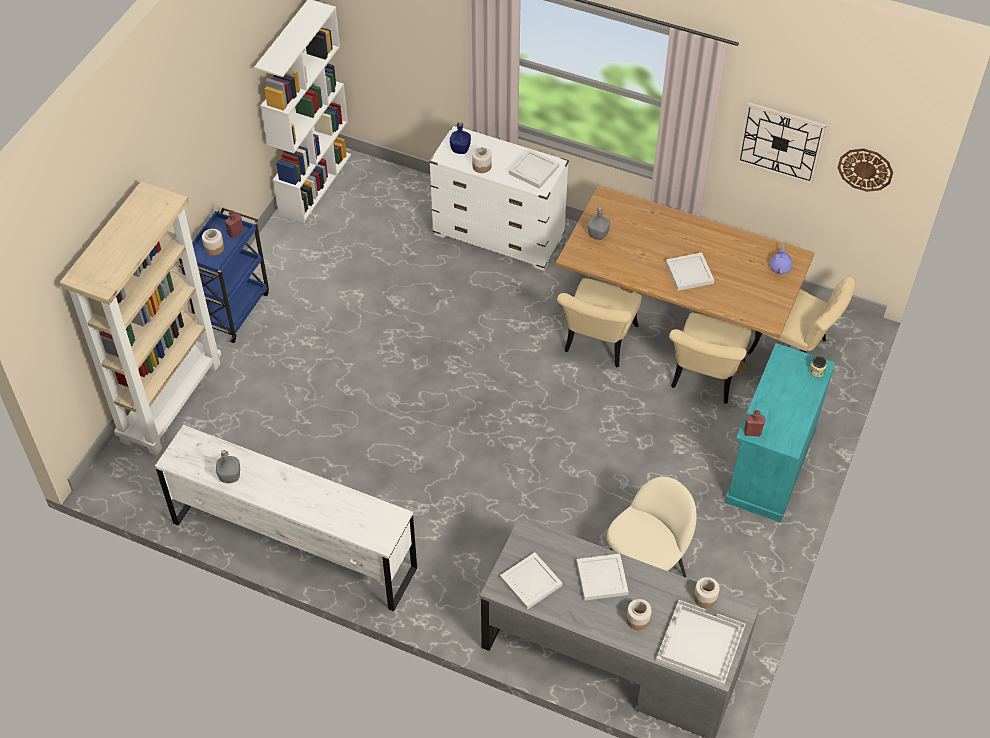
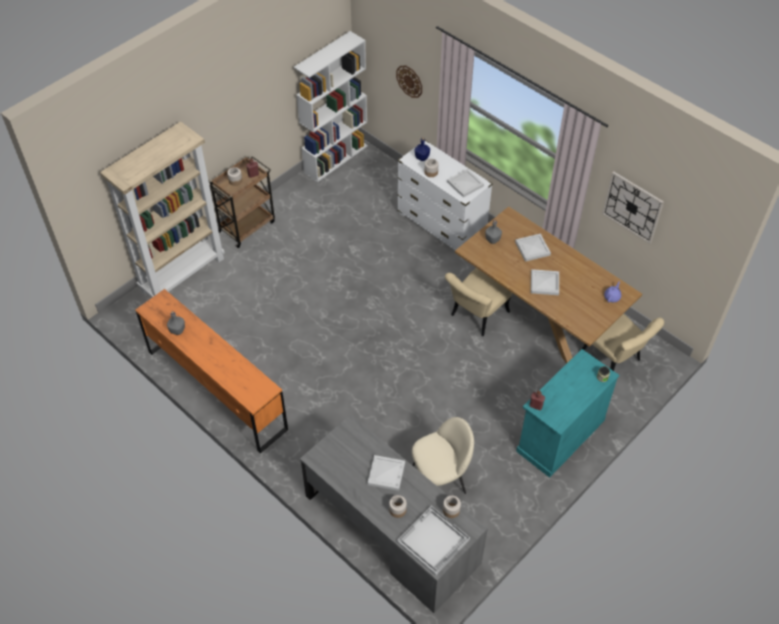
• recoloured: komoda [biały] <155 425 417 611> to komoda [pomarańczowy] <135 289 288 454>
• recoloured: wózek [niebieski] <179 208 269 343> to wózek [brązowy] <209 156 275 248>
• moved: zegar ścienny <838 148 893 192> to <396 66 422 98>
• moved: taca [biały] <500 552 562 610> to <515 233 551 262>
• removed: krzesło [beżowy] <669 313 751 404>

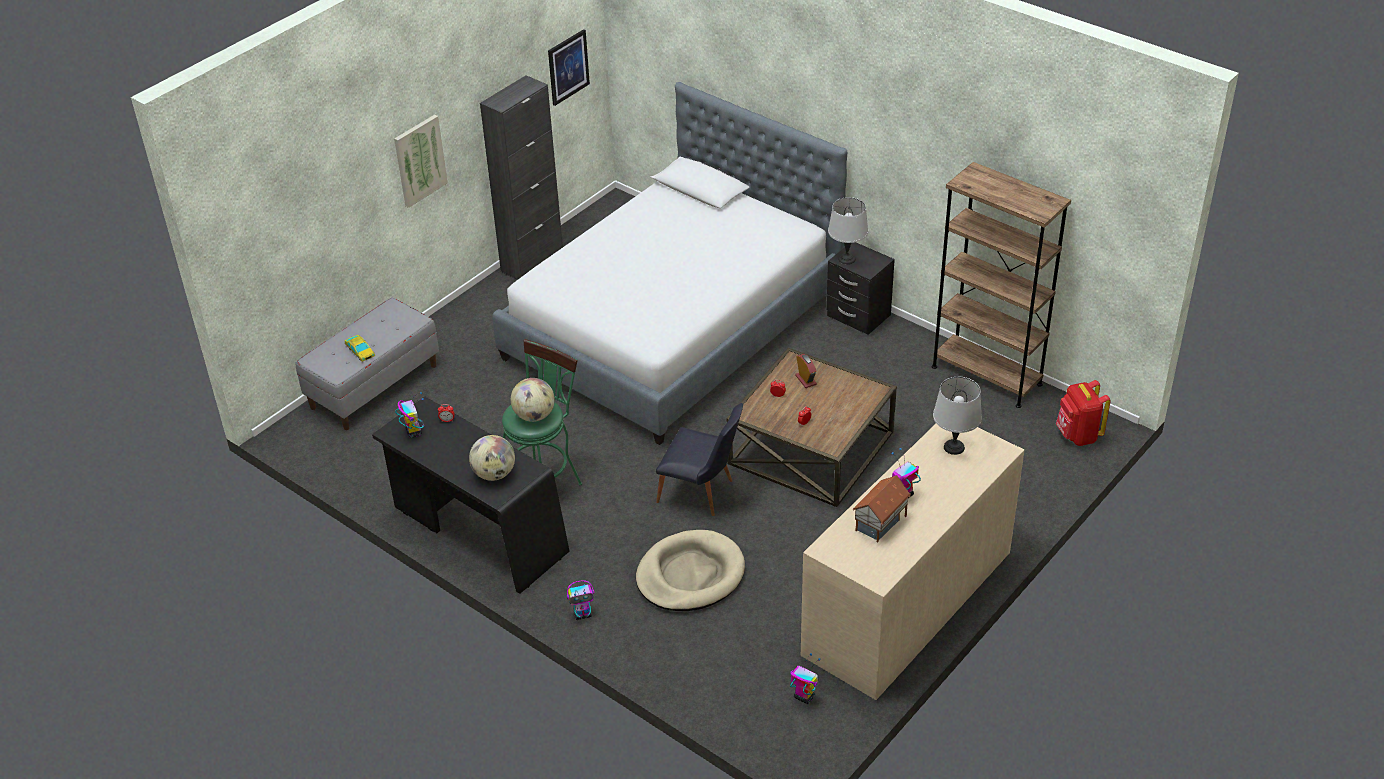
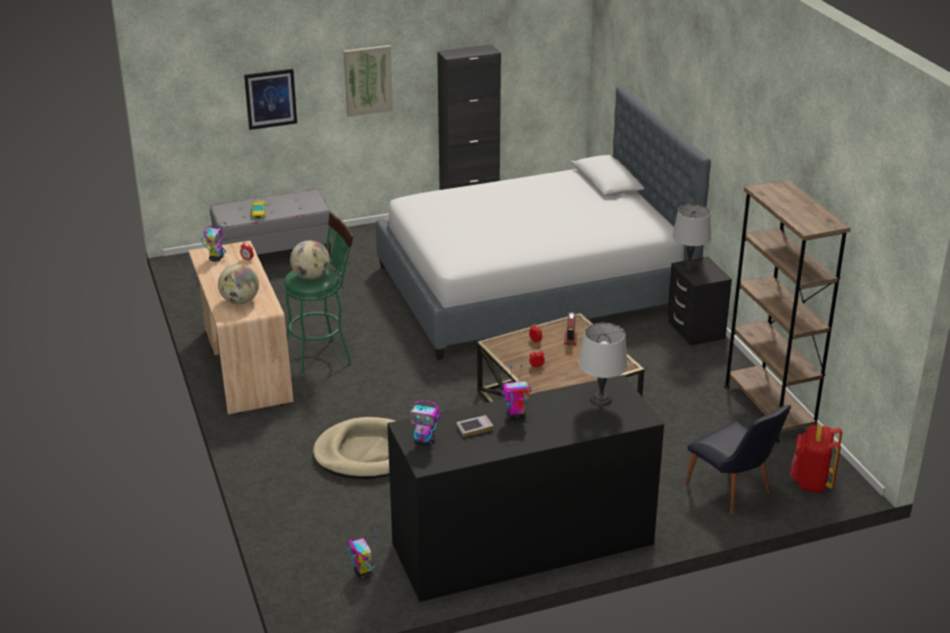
• recoloured: biurko [czarny] <372 396 570 594> to biurko [beżowy] <189 241 294 414>
• moved: obraz <548 29 590 106> to <244 69 297 130>
• recoloured: komoda [beżowy] <801 424 1024 700> to komoda [czarny] <387 375 664 602>
• moved: robot zabawkowy <567 580 594 620> to <410 400 440 446>
• replaced: domek <853 475 911 542> to książka <456 415 493 437>
• moved: krzesło [czarny] <656 403 743 516> to <685 405 791 515>

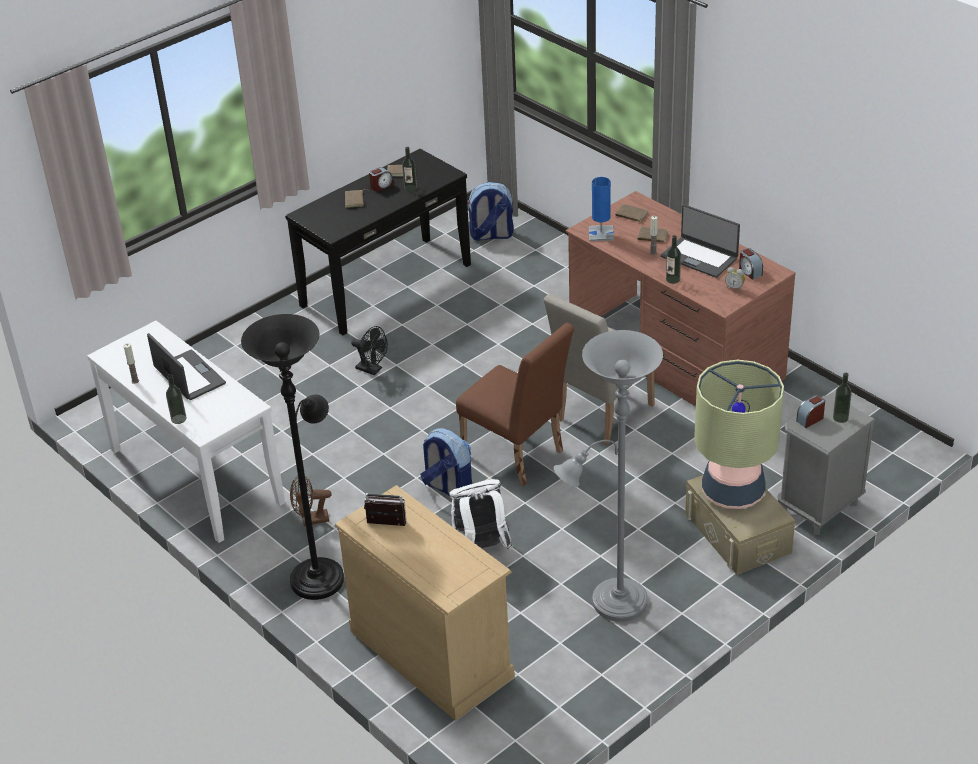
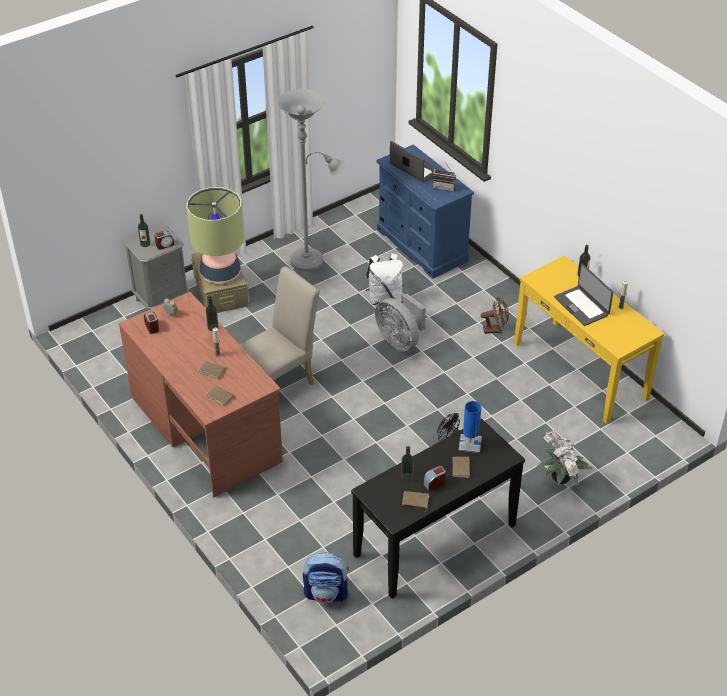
• replaced: plecak <420 428 472 496> to wentylator [szary] <375 294 426 351>
• recoloured: komoda [beżowy] <335 485 515 721> to komoda [niebieski] <376 144 474 279>
• moved: laptop <661 204 740 278> to <390 141 442 183>
• moved: lampa stołowa [niebieski] <589 177 614 241> to <458 401 482 453>
• recoloured: stolik konsolowy [biały] <87 320 285 543> to stolik konsolowy [żółty] <514 255 664 424>
• added: roślina doniczkowa <536 430 593 486>
• removed: lampa stojąca [czarny] <241 314 344 600>
• removed: krzesło [brązowy] <456 323 574 486>

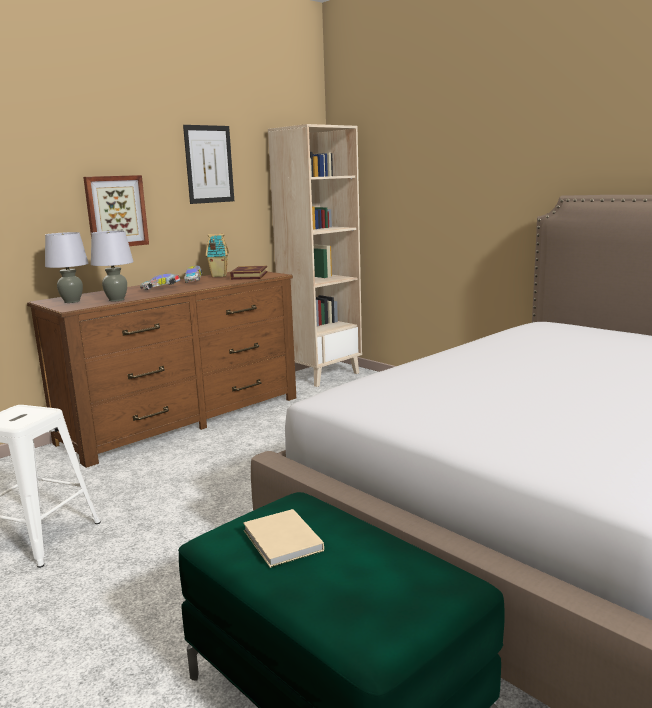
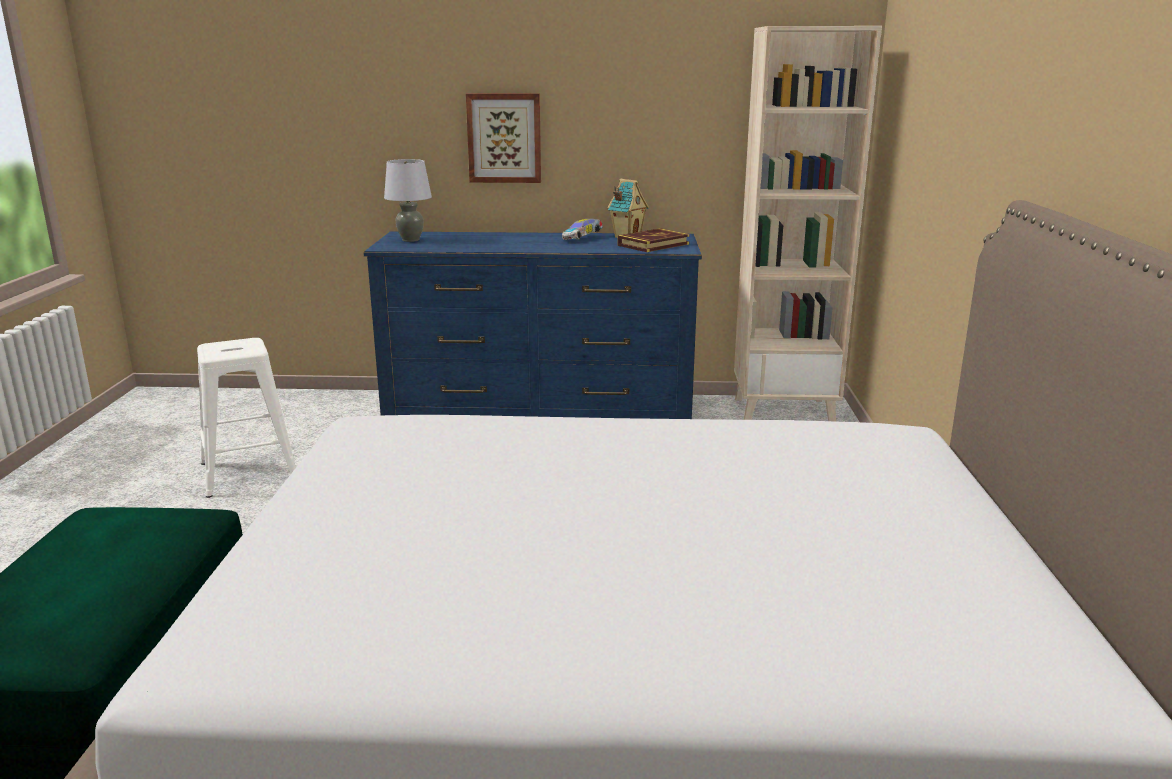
• recoloured: komoda [brązowy] <27 272 296 468> to komoda [niebieski] <363 231 702 419>
• removed: lampa stołowa [szary] <91 231 133 302>
• removed: samochodzik <140 273 180 290>
• removed: obraz <183 125 234 204>
• removed: książka [beżowy] <243 509 324 568>

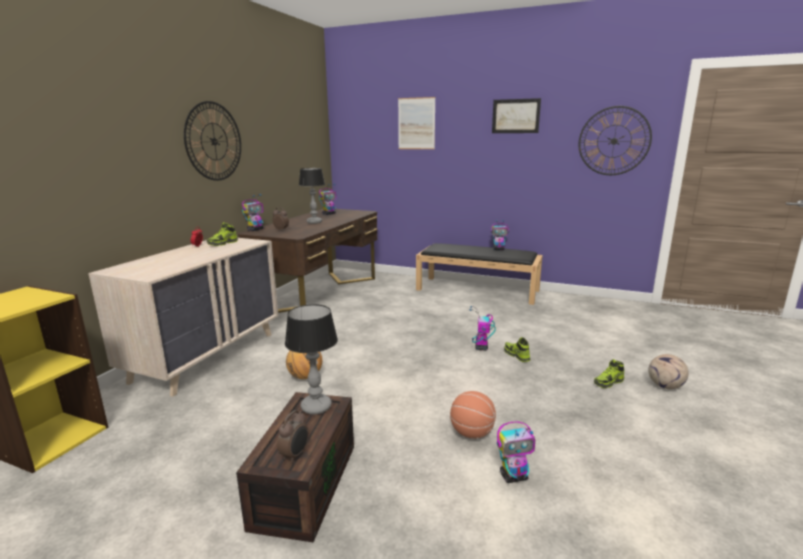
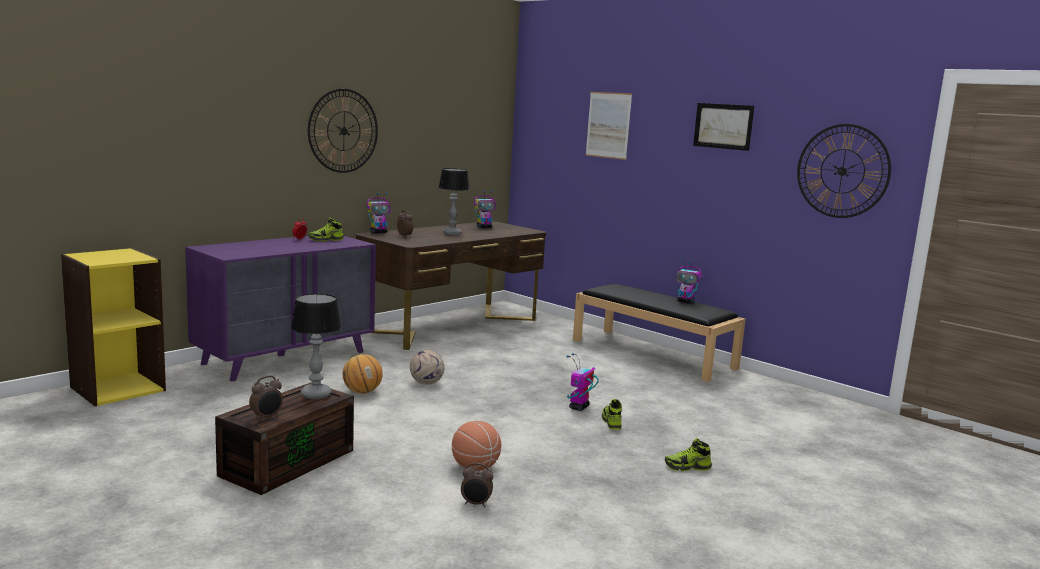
• recoloured: komoda [beżowy] <88 238 279 397> to komoda [fioletowy] <185 236 376 382>
• moved: piłka futbolowa <648 354 689 389> to <410 350 445 385>
• replaced: robot zabawkowy <497 421 535 483> to budzik <461 463 494 507>

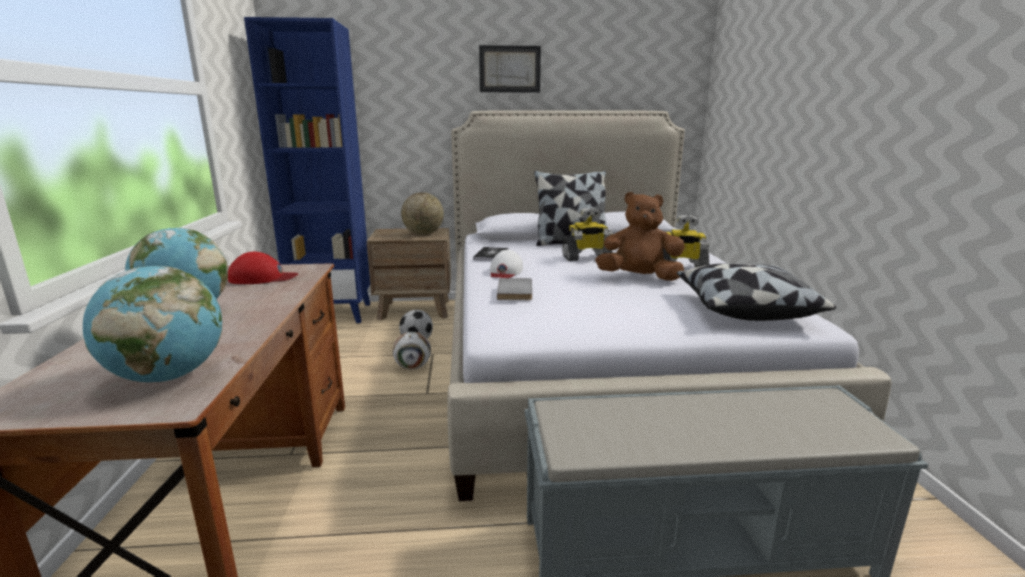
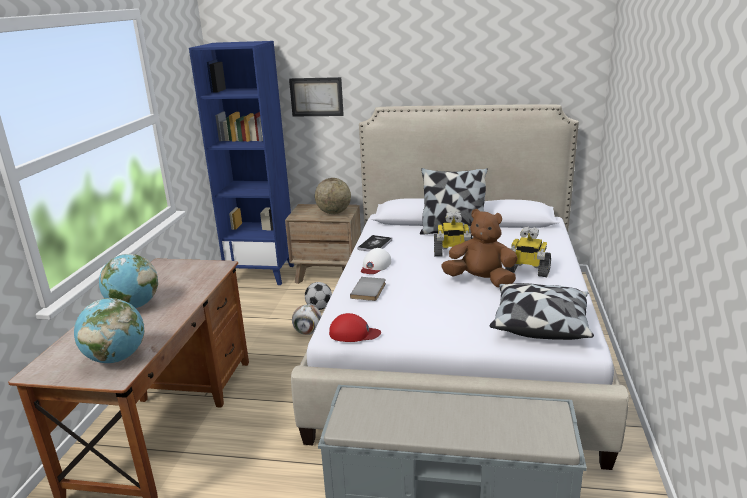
• moved: obraz <479 45 541 93> to <289 77 344 116>
• moved: czapka z daszkiem [czerwony] <228 252 299 284> to <329 313 381 342>

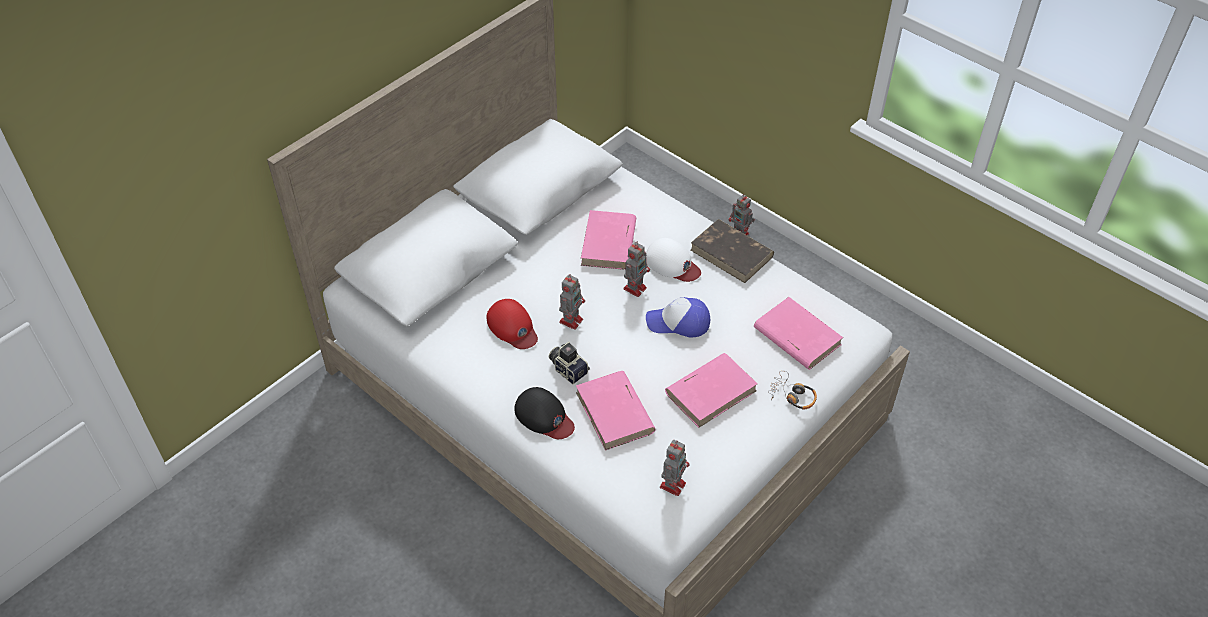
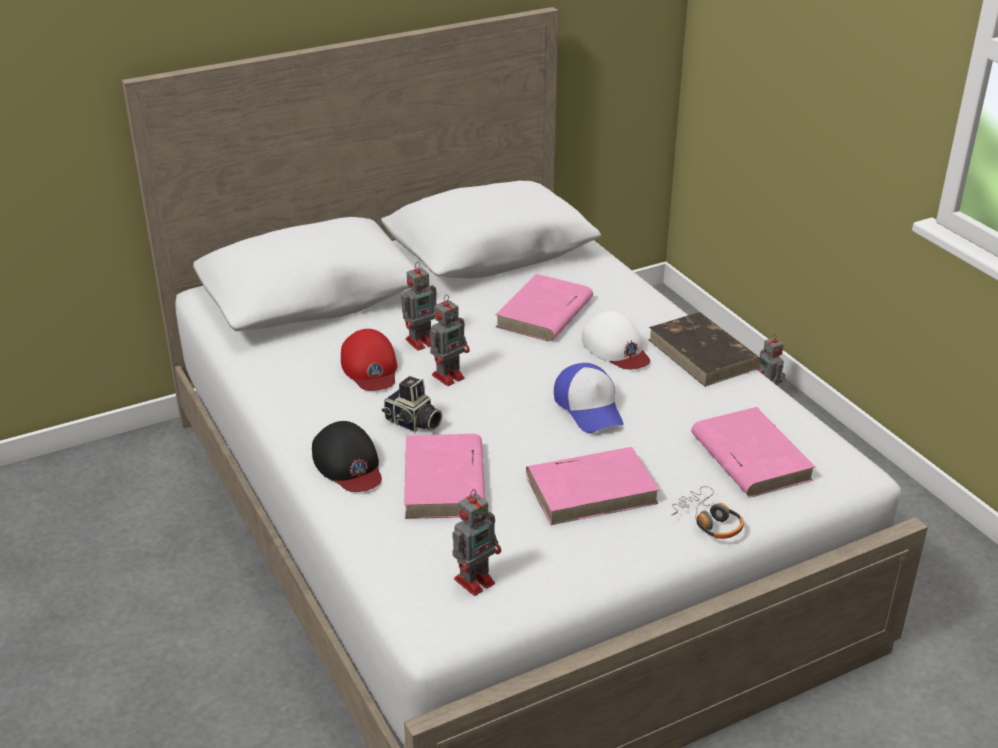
• turned: aparat fotograficzny <549 342 590 384> = <382 376 442 432> 150 degrees clockwise
• moved: robot zabawkowy <623 241 650 297> to <401 262 437 351>
• turned: czapka z daszkiem <646 297 710 337> = <554 363 624 433> 135 degrees counterclockwise

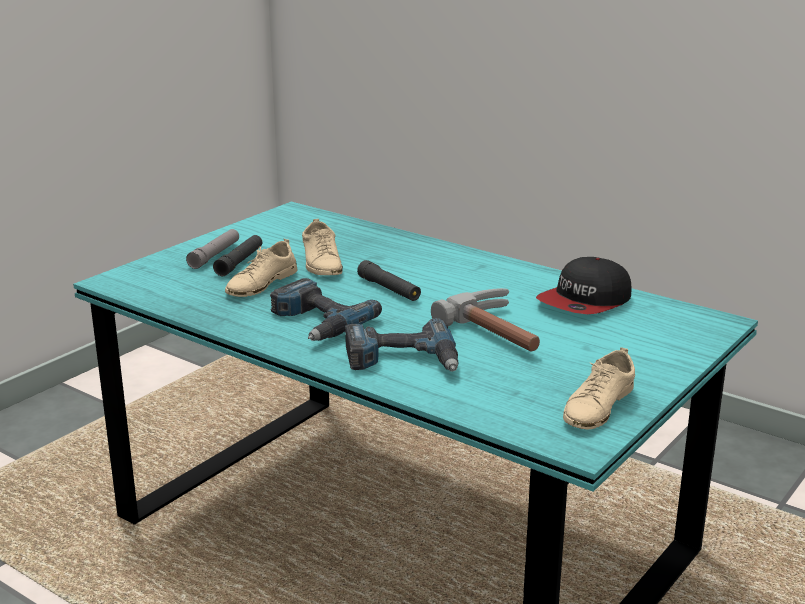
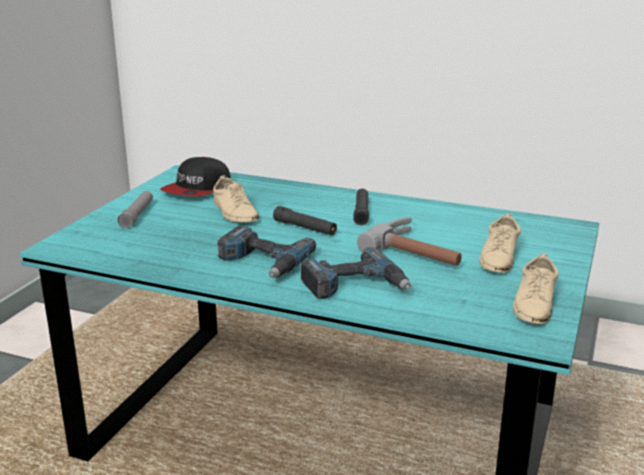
• moved: czapka z daszkiem <536 257 631 314> to <160 157 231 197>
• moved: latarka [czarny] <213 235 262 276> to <353 189 369 225>
• moved: but [beżowy] <225 239 297 297> to <479 214 521 273>

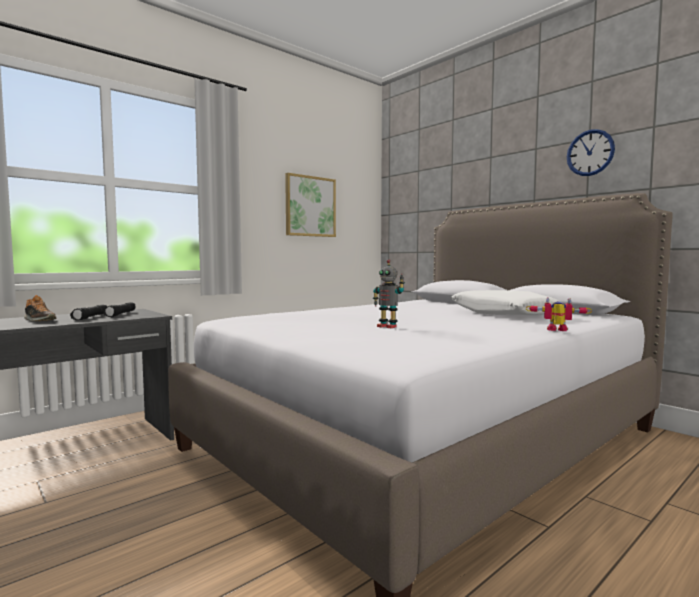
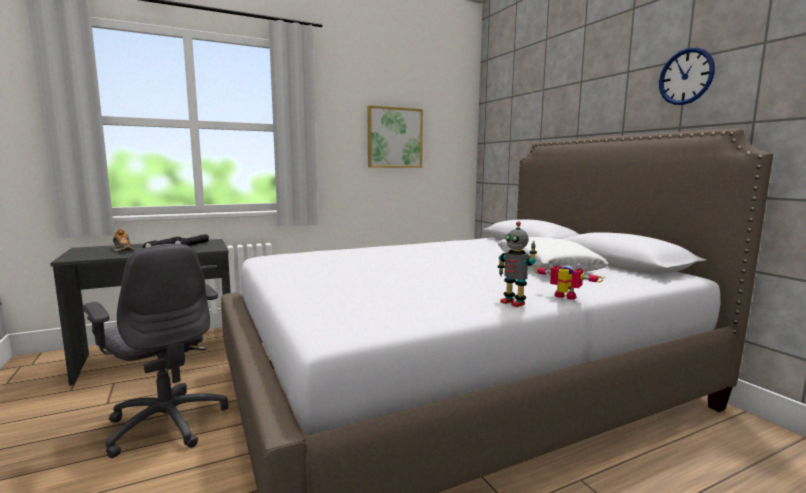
• added: krzesło biurowe [szary] <83 244 229 458>
• moved: robot zabawkowy <373 260 405 328> to <498 221 537 307>

